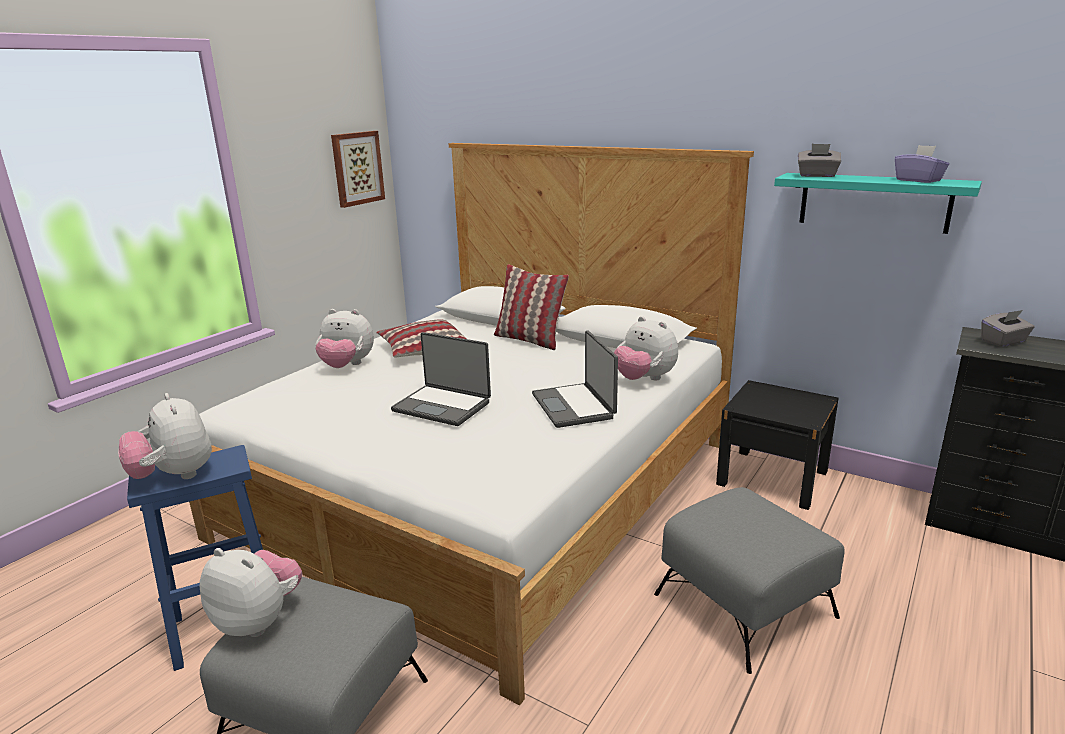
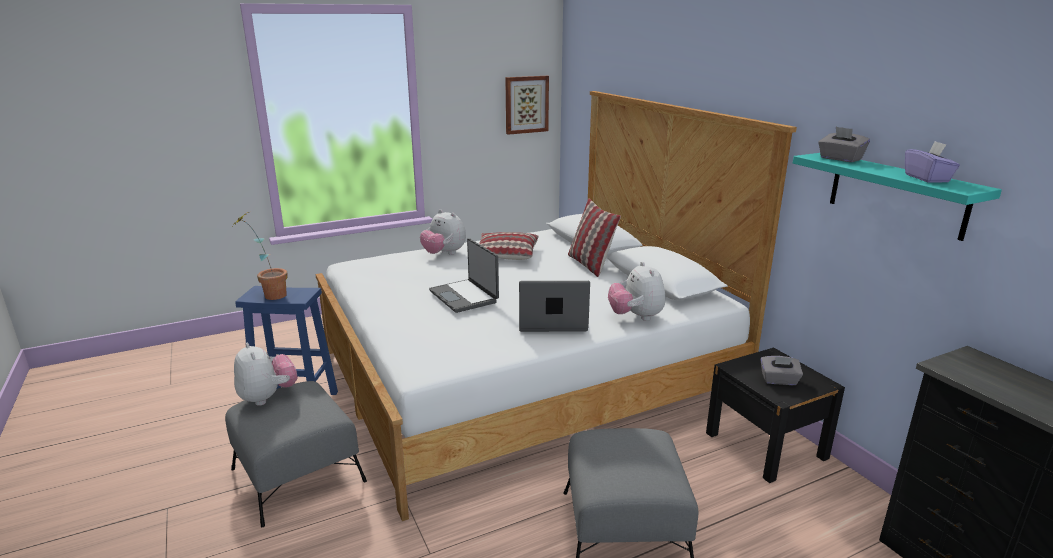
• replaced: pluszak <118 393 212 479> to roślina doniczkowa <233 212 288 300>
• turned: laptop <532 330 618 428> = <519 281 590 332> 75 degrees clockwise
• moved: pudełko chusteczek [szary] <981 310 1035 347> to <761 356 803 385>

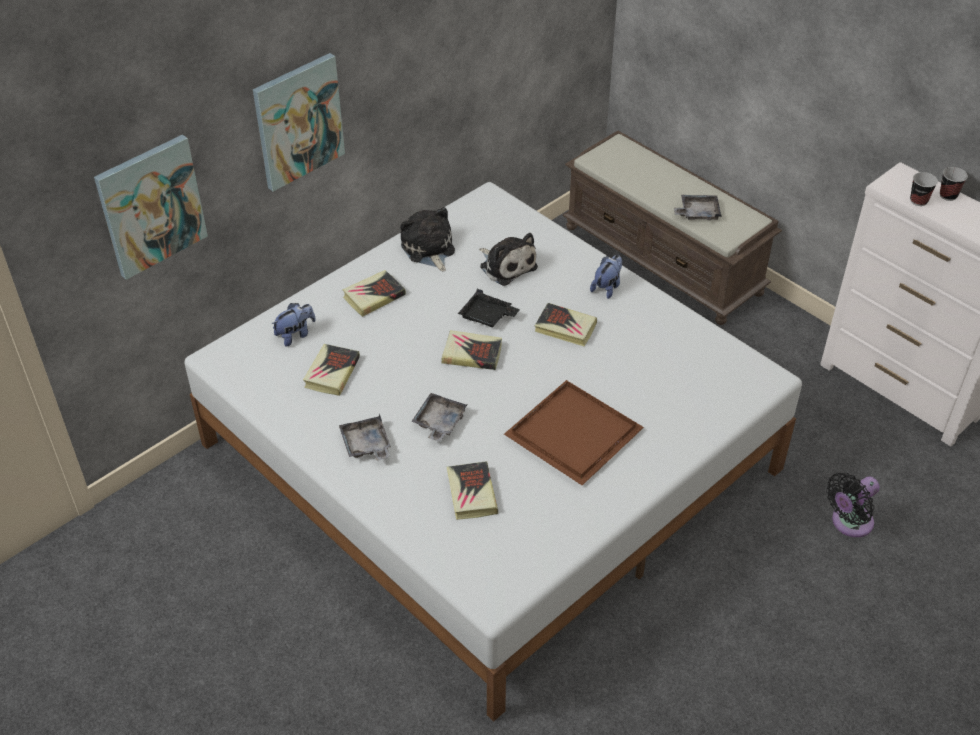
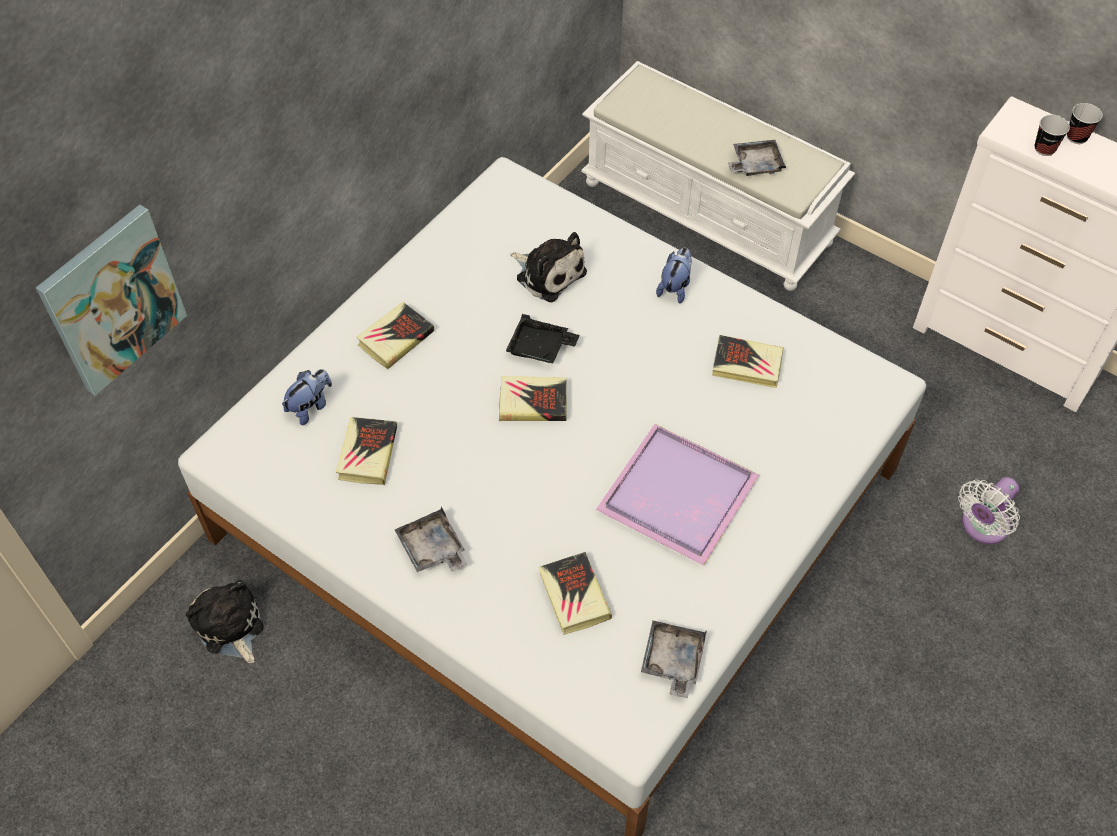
• moved: pluszak <400 207 455 271> to <186 580 264 663>
• recoloured: ławka [brązowy] <562 131 782 325> to ławka [biały] <581 61 855 291>
• recoloured: taca [brązowy] <504 380 644 485> to taca [fioletowy] <596 424 759 566>
• moved: taca [szary] <411 393 467 442> to <641 621 707 698>
• moved: książka <535 303 597 346> to <712 335 784 388>
• recoloured: wentylator [czarny] <826 473 880 537> to wentylator [biały] <958 477 1020 544>
• removed: obraz <253 53 345 191>

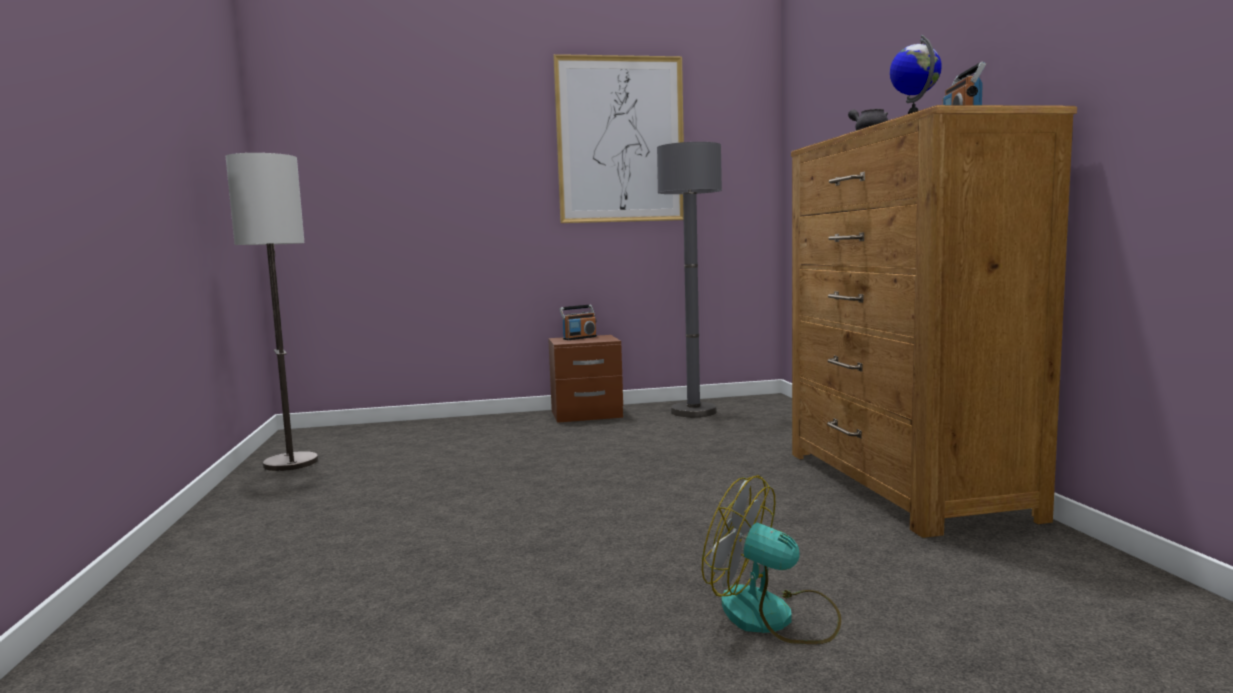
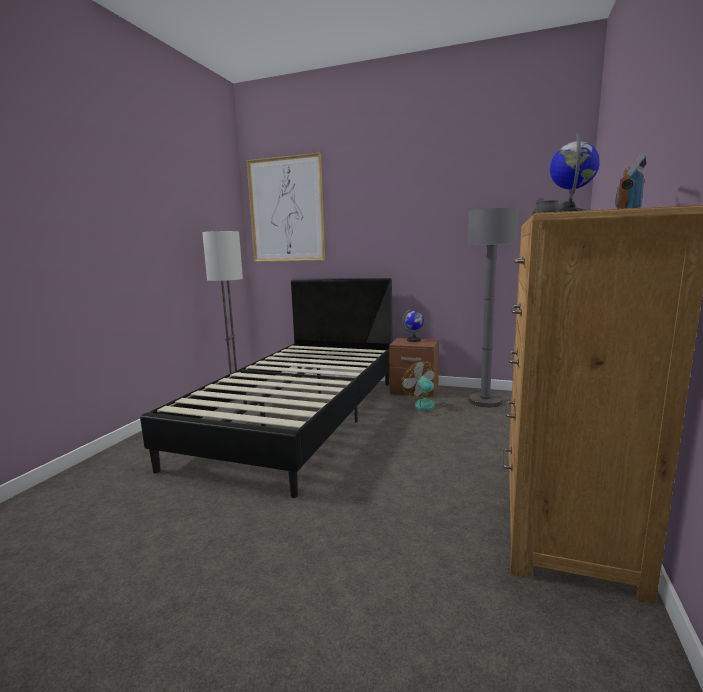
• added: łóżko [czarny] <140 278 392 498>
• moved: obraz <553 54 684 223> to <247 153 325 262>
• replaced: radio <559 305 597 340> to globus <402 309 424 342>
• moved: wentylator <702 475 841 644> to <402 361 453 416>

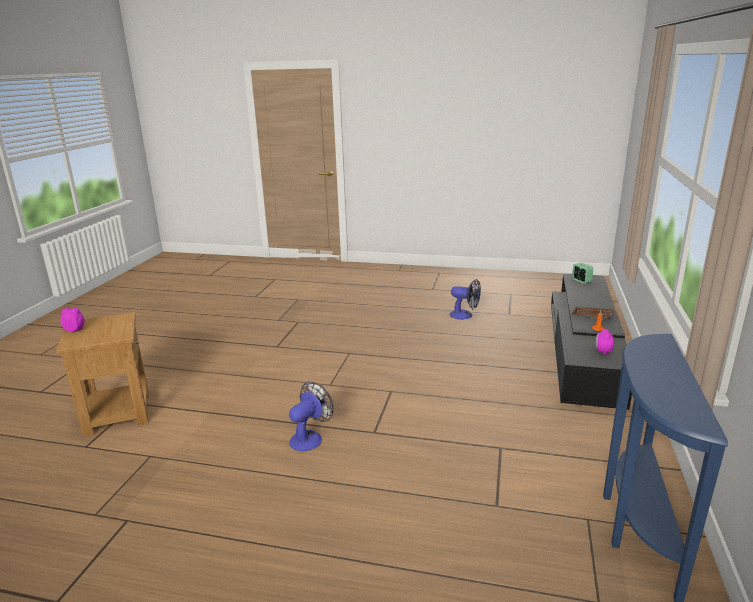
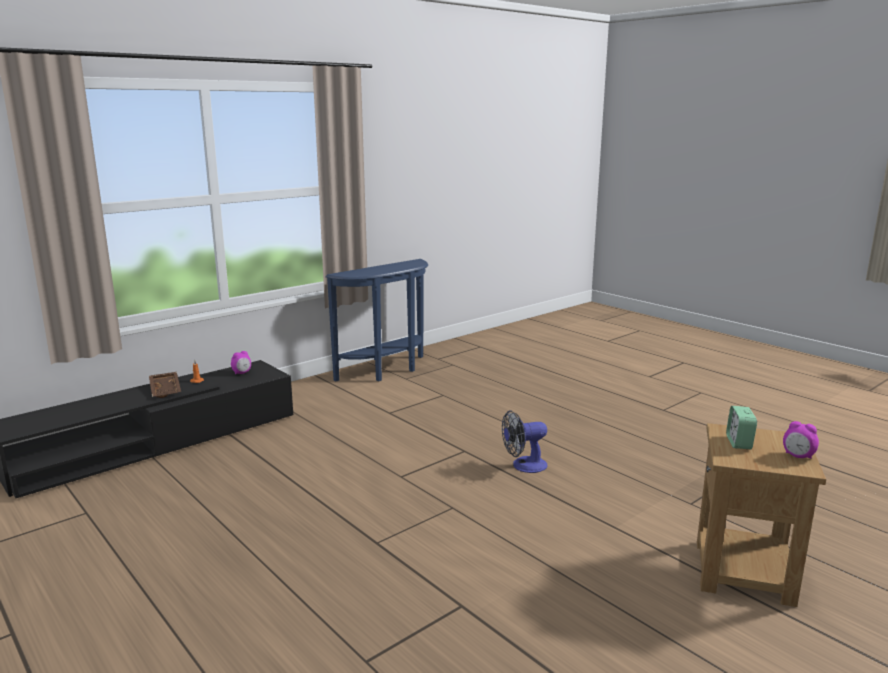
• moved: budzik <572 263 593 284> to <726 406 757 449>
• removed: wentylator <450 279 481 320>

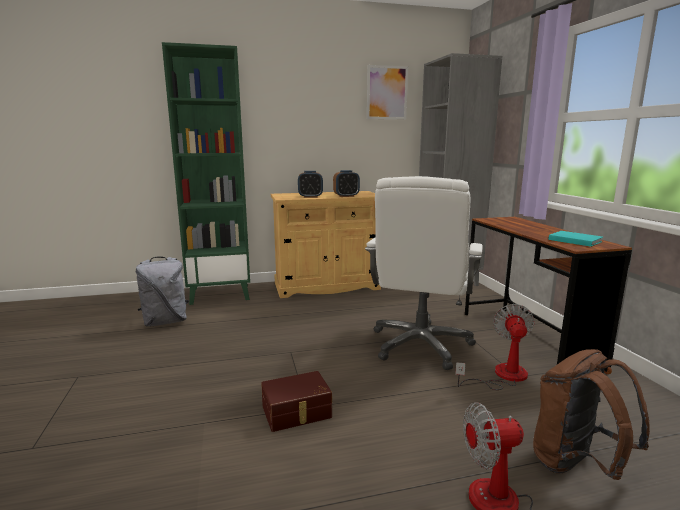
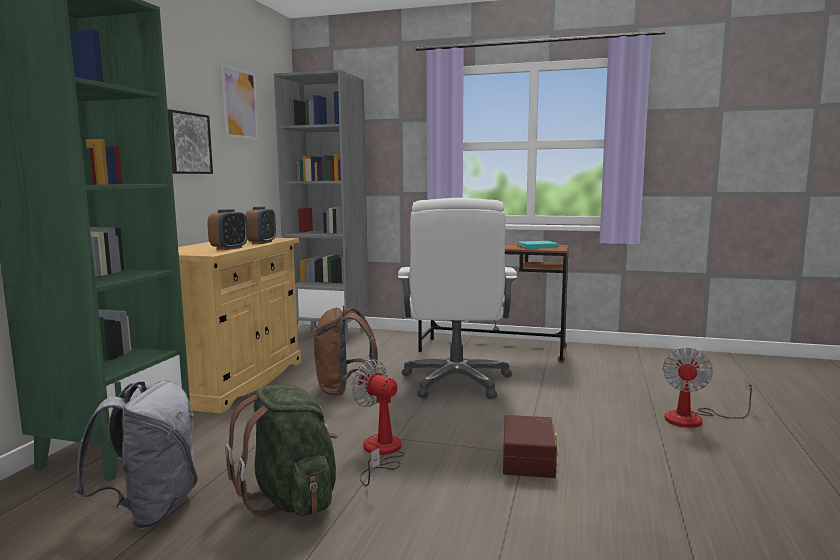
• added: obraz <168 109 213 174>
• added: plecak [zielony] <225 385 337 518>
• moved: plecak [brązowy] <533 349 650 480> to <313 306 378 396>
• moved: wentylator <455 304 535 390> to <351 359 404 486>
• turned: krzesło biurowe [biały] <365 176 483 370> = <398 198 517 399> 45 degrees clockwise

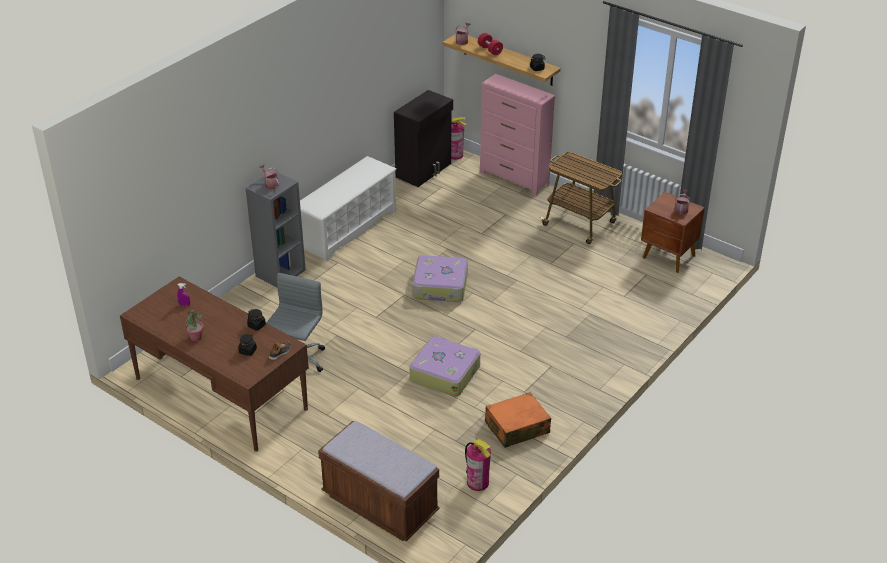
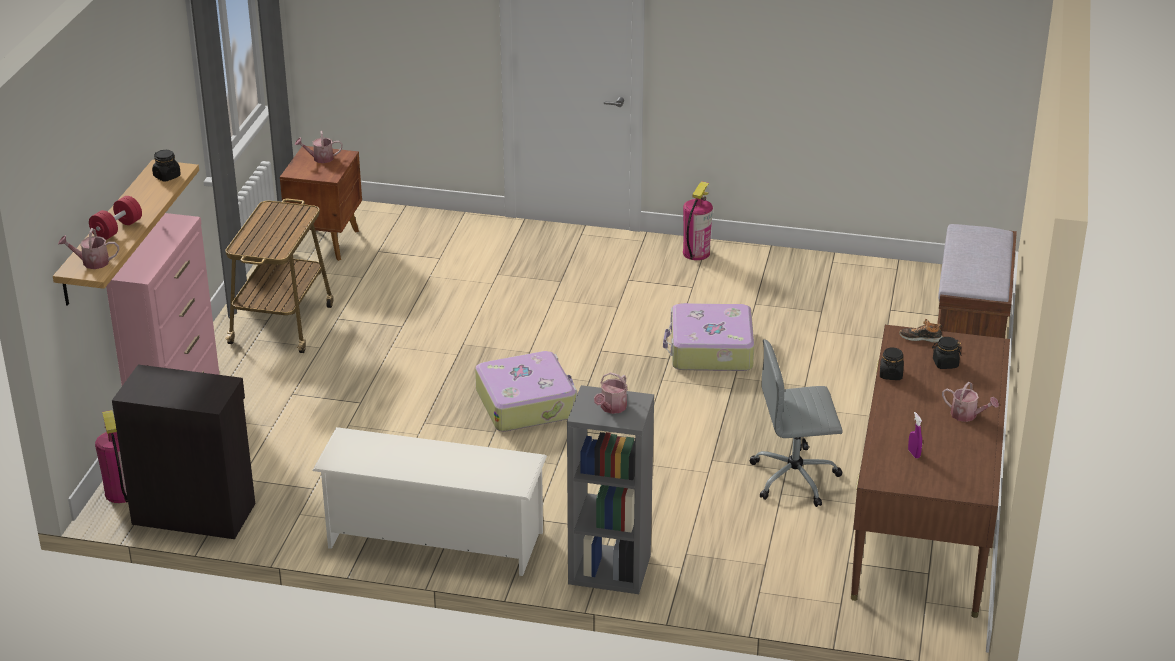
• moved: gaśnica <465 439 491 491> to <683 181 713 260>
• replaced: roślina doniczkowa <185 309 204 342> to konewka <942 382 999 422>
• removed: walizka [pomarańczowy] <485 392 551 448>

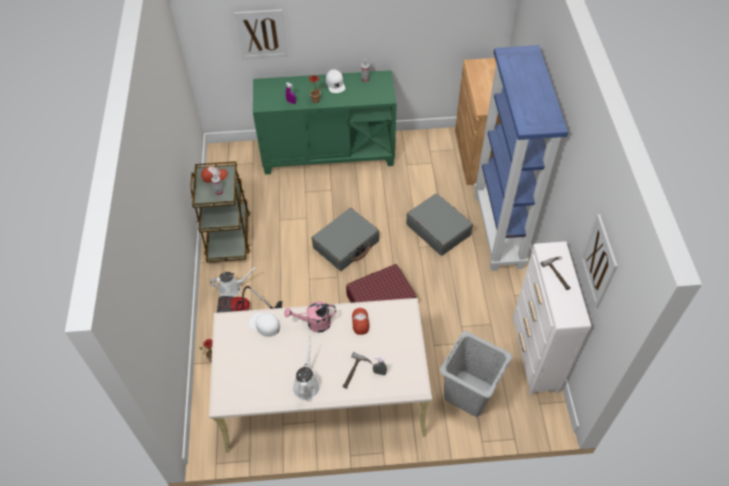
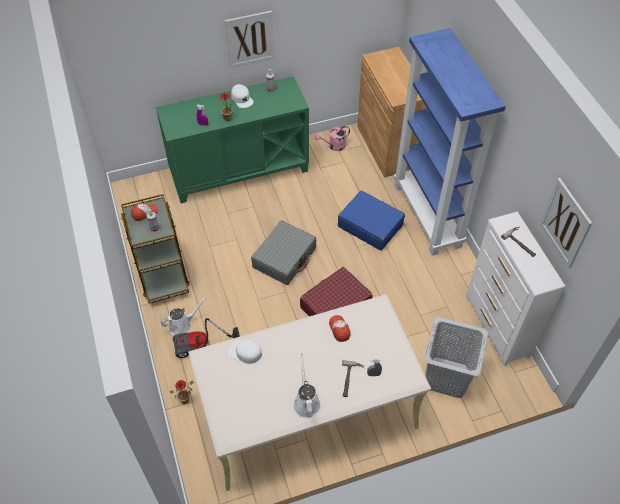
• moved: obraz <234 9 288 59> to <225 11 275 68>
• moved: konewka [różowy] <284 301 336 333> to <315 126 350 151>
• recoloured: walizka [szary] <406 193 473 256> to walizka [niebieski] <338 191 405 250>

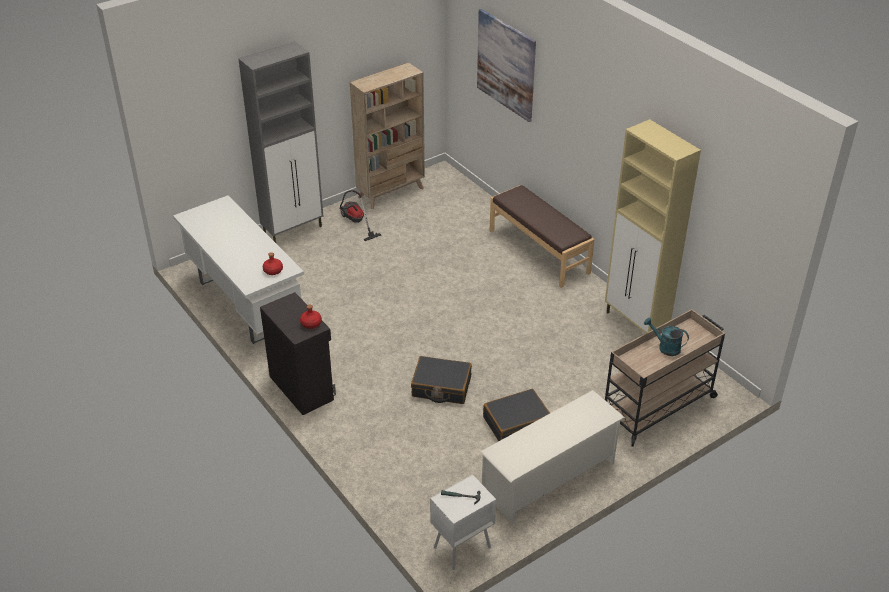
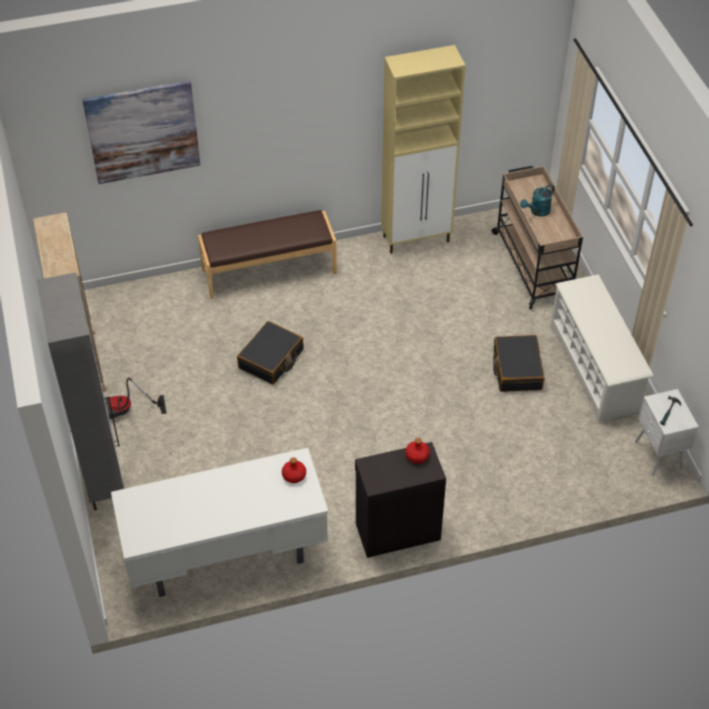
• moved: walizka [czarny] <411 356 472 404> to <237 321 304 385>

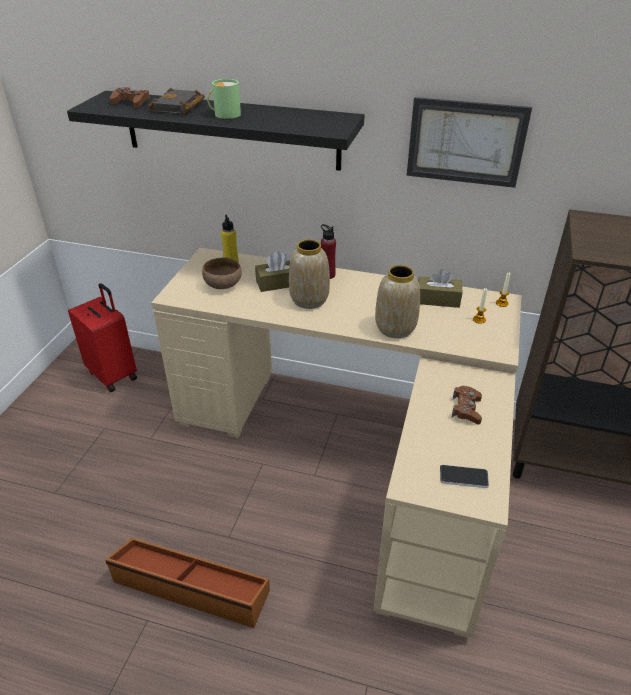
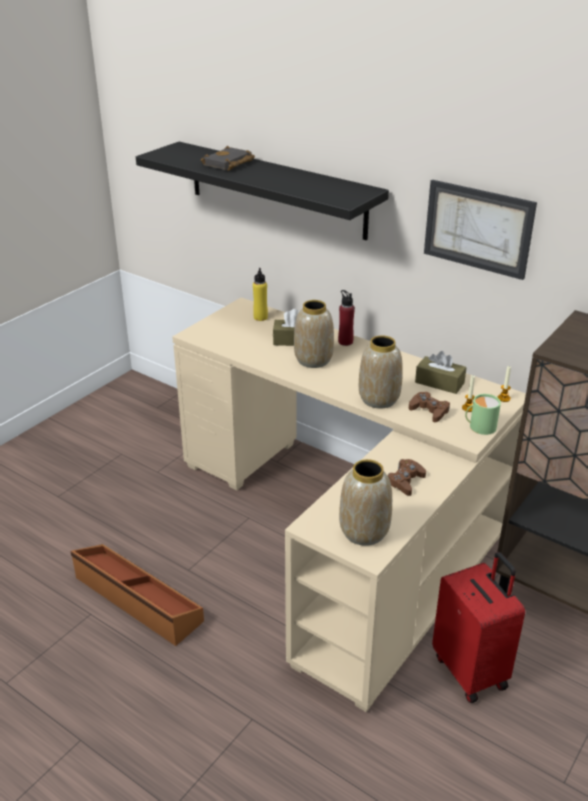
• replaced: telefon <440 465 489 488> to wazon <339 459 392 546>
• moved: pad do gier [brązowy] <110 87 150 109> to <409 392 450 422>
• moved: walizka [czerwony] <68 283 137 392> to <432 552 525 703>
• moved: kubek [zielony] <207 79 241 119> to <465 394 501 435>
• removed: miska [brązowy] <202 257 242 289>

